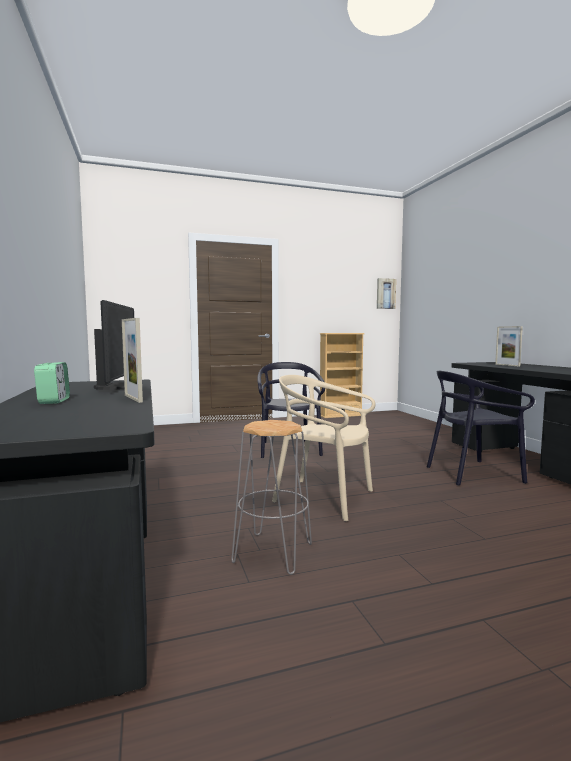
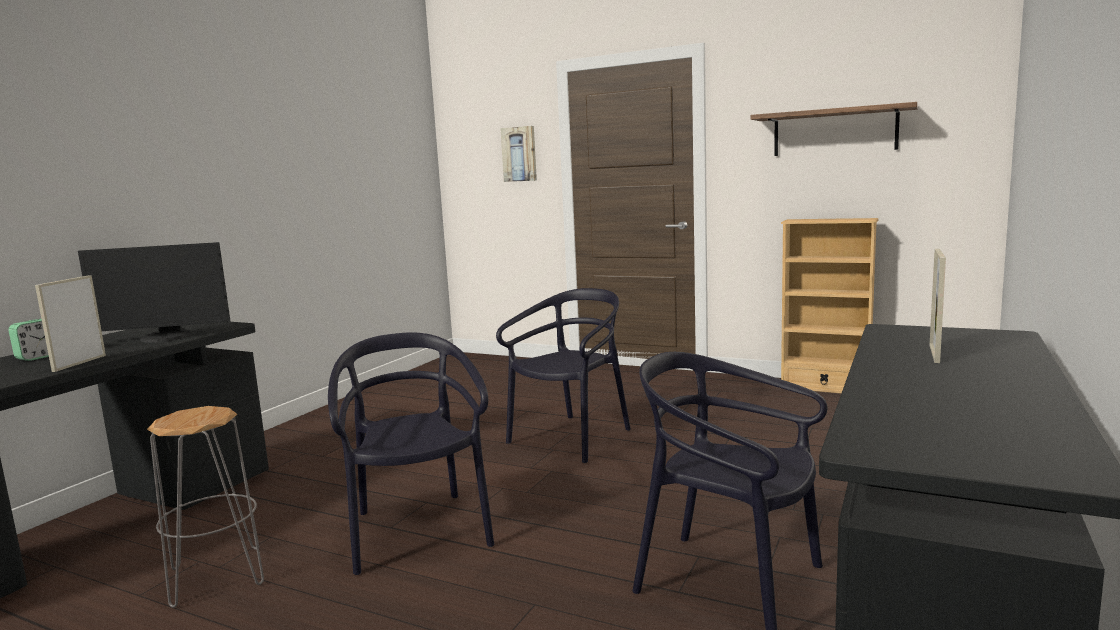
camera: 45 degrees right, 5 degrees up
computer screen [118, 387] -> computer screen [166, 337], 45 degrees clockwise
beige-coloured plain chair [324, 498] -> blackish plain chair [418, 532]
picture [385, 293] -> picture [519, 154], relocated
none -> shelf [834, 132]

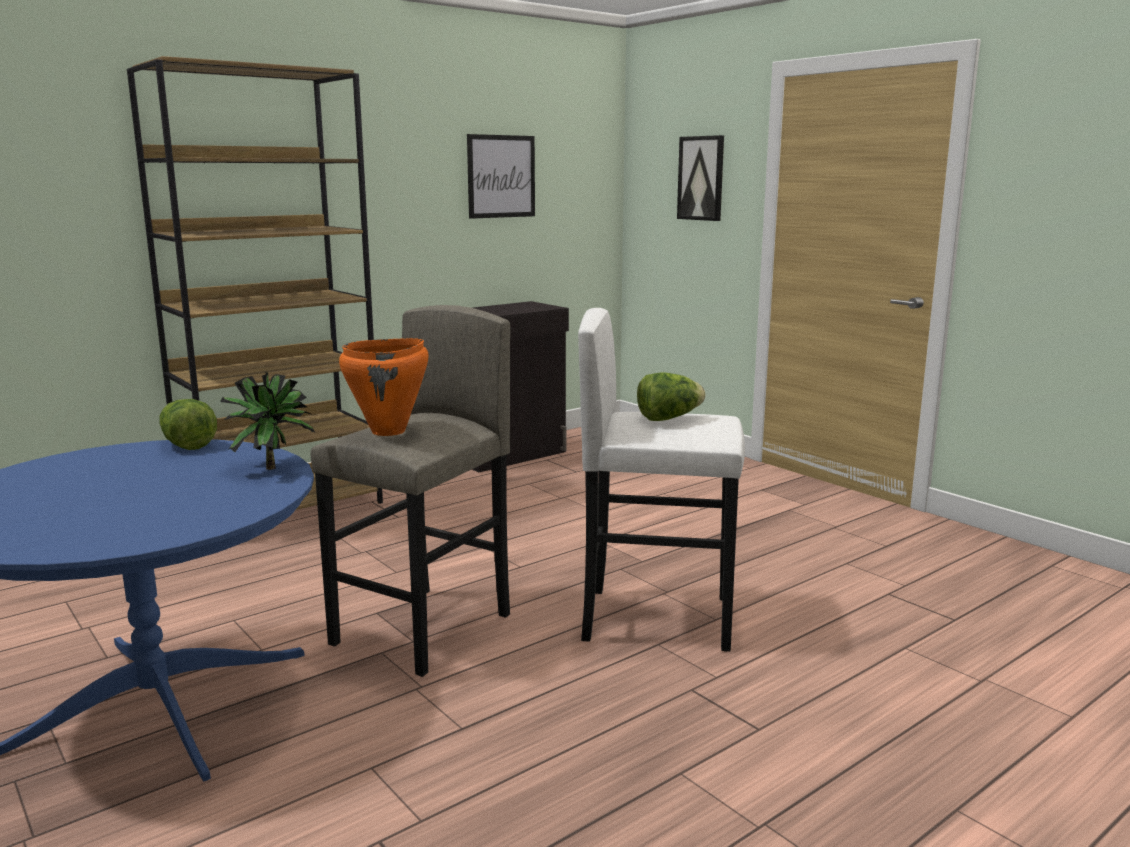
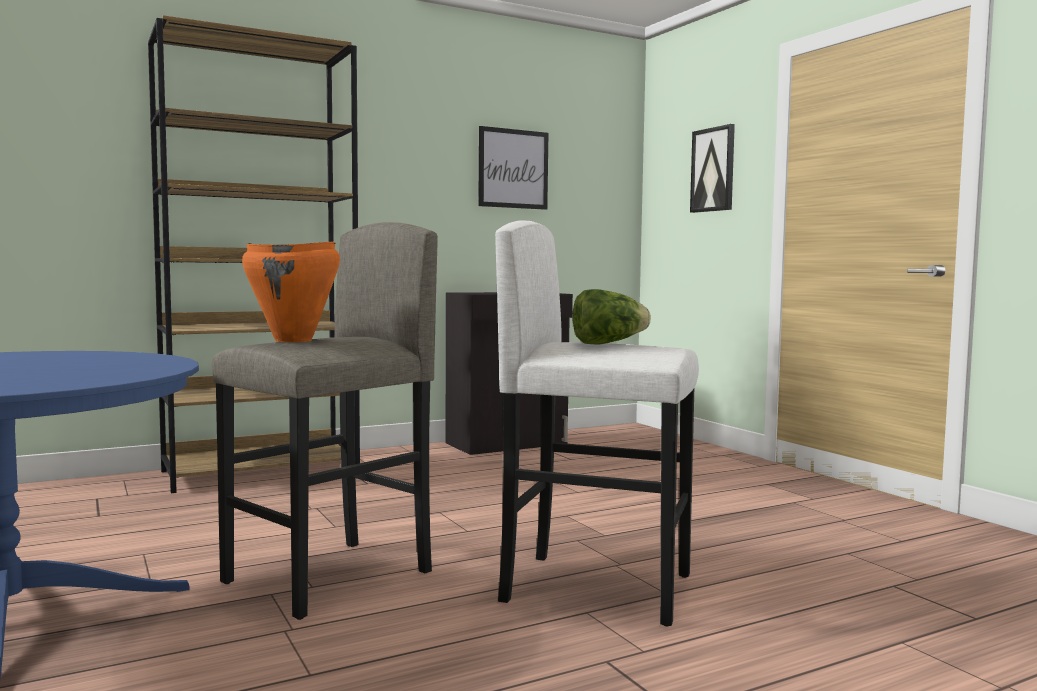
camera: 10 degrees right, 10 degrees down
lettuce head [187, 445] -> none
houseplant [272, 467] -> none

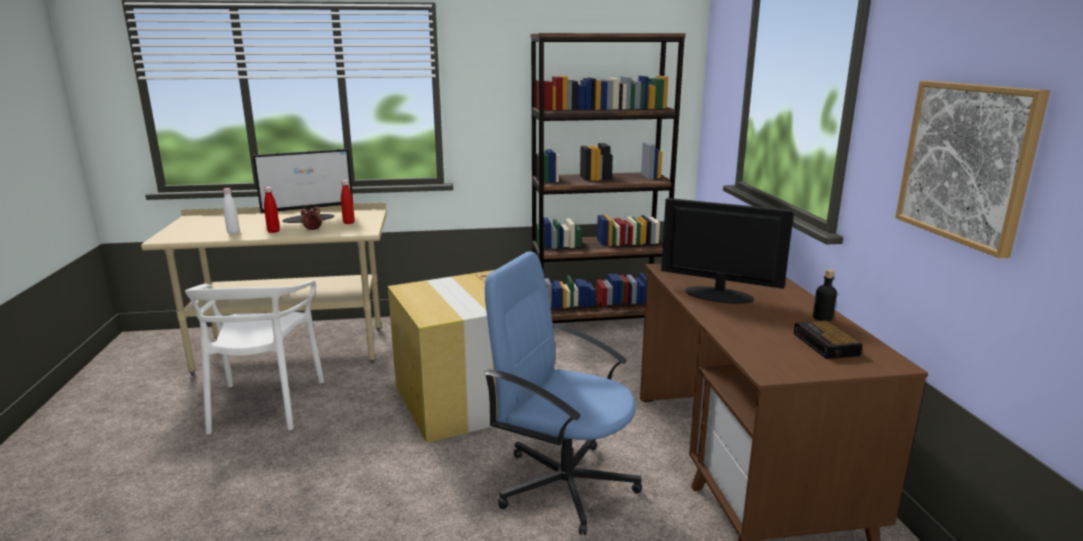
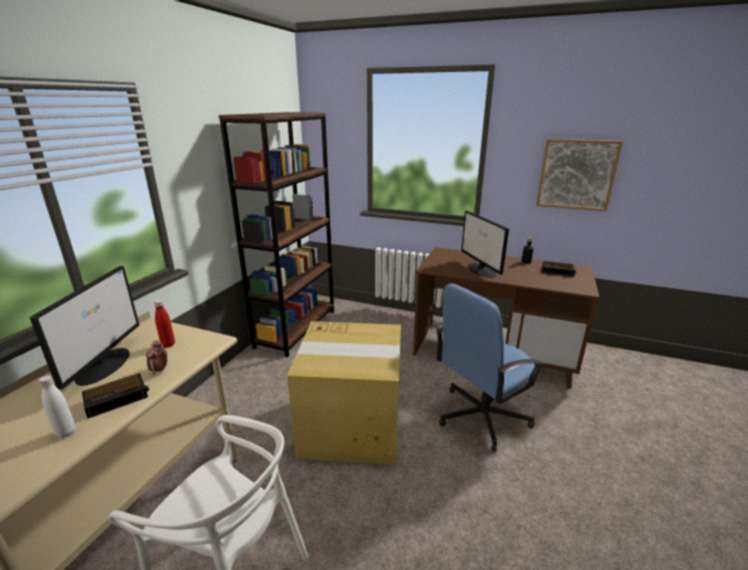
camera: 60 degrees left, 5 degrees up
red beverage bottle [273, 231] -> bedside clock [118, 398]
computer screen [717, 294] -> computer screen [481, 270], 75 degrees counterclockwise

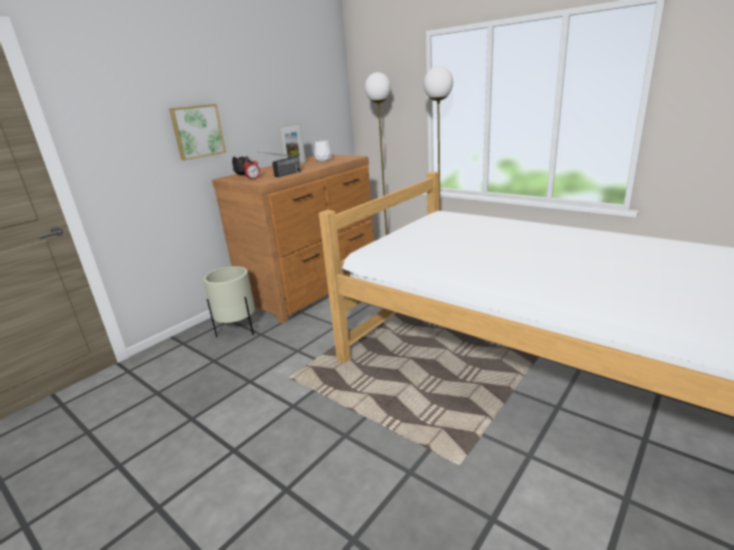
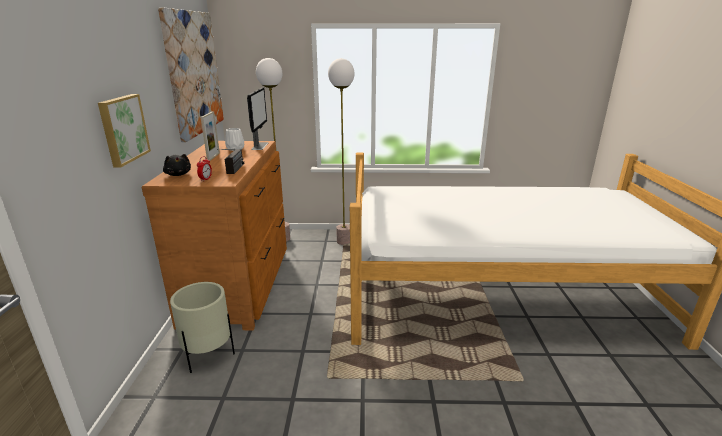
camera: 40 degrees left, 0 degrees up
none -> picture [194, 73]
none -> computer screen [260, 146]

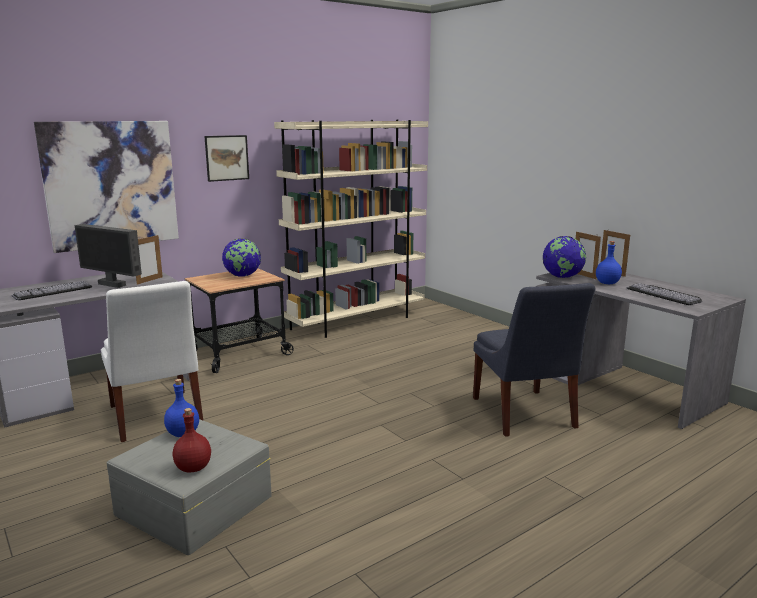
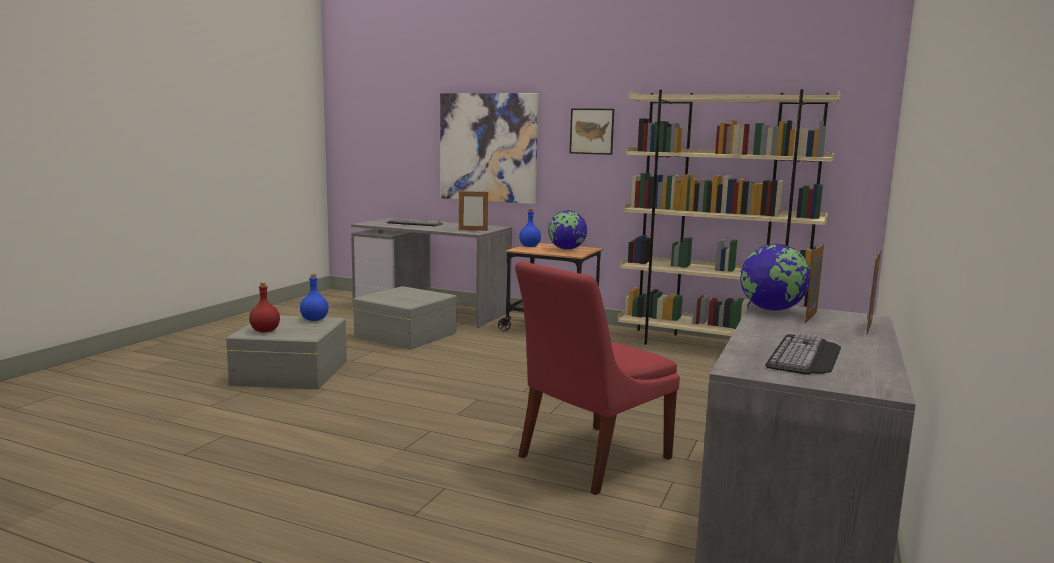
camera: 60 degrees right, 5 degrees down
computer screen [113, 284] -> none
white plain chair [155, 417] -> grey storage container [405, 334]
blue-coloured plain chair [524, 415] -> red plain chair [589, 459]
blue-coloured beverage bottle [607, 283] -> blue-coloured beverage bottle [529, 246], relocated

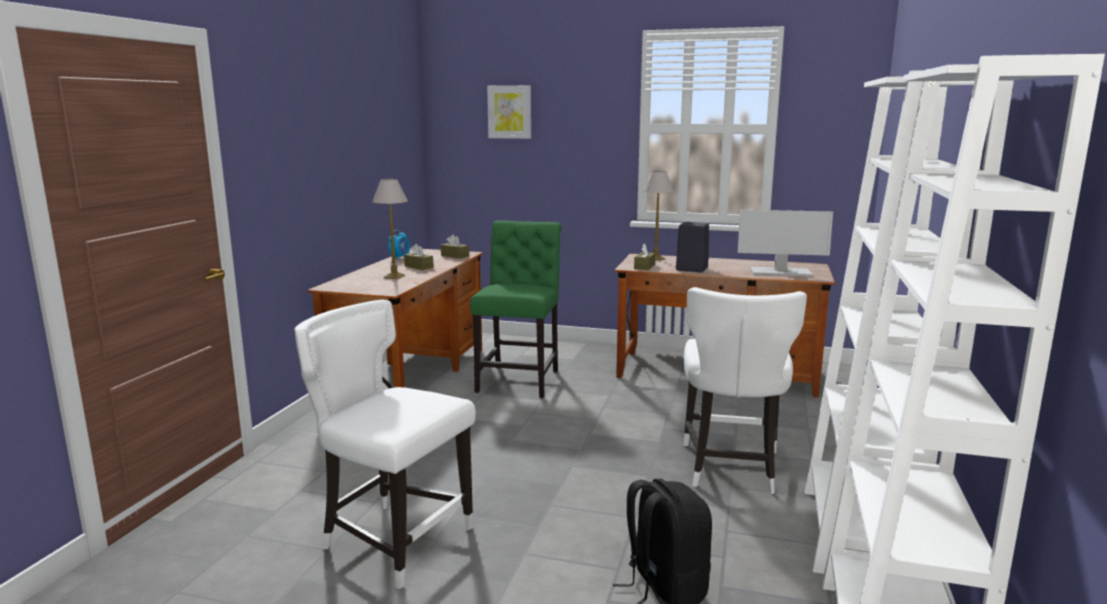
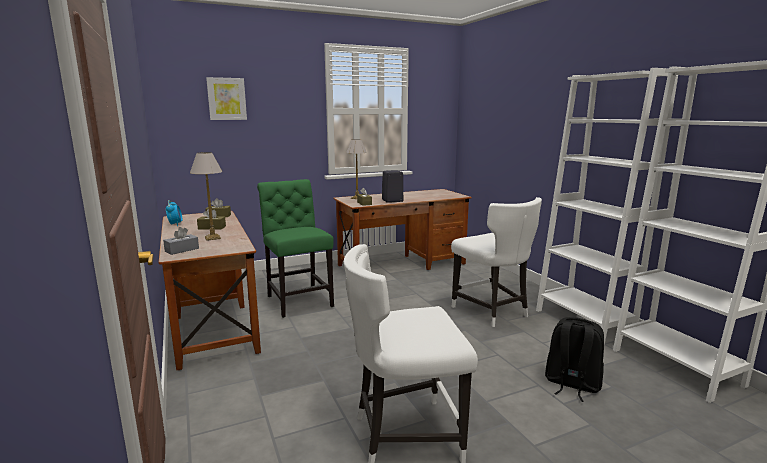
camera: 40 degrees left, 0 degrees up
computer screen [780, 272] -> none
none -> grey tissue holder [182, 250]

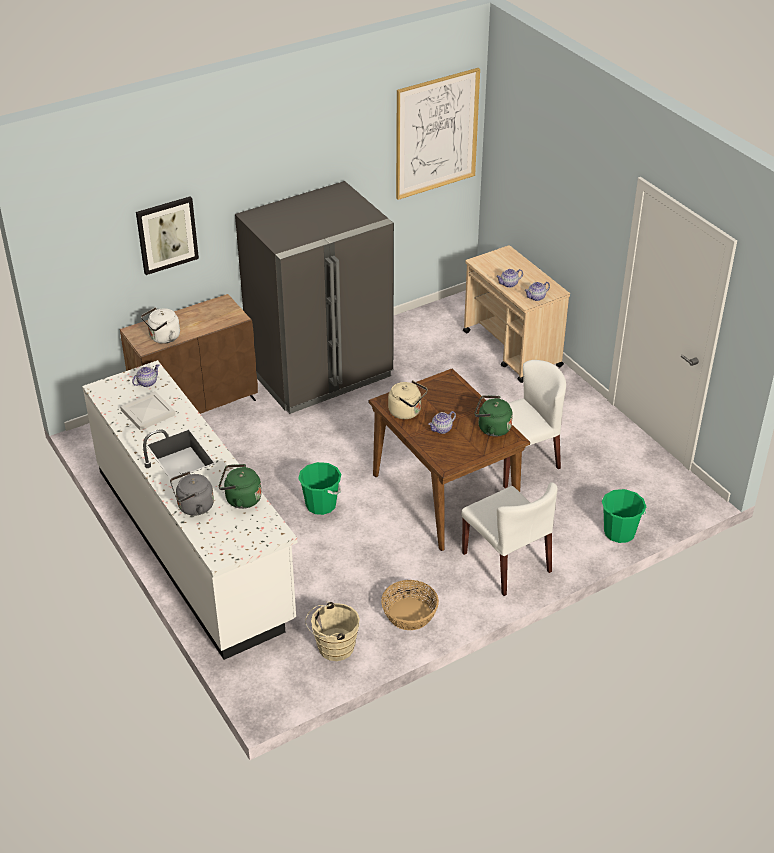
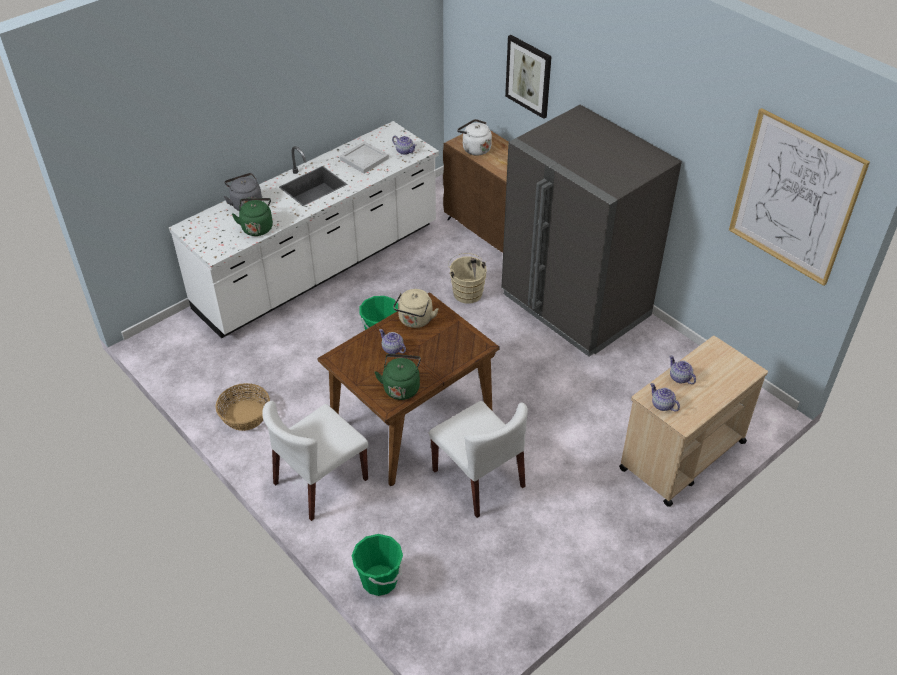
camera: 80 degrees right, 5 degrees up
beige-coloured water bucket [333, 647] -> beige-coloured water bucket [467, 292], relocated

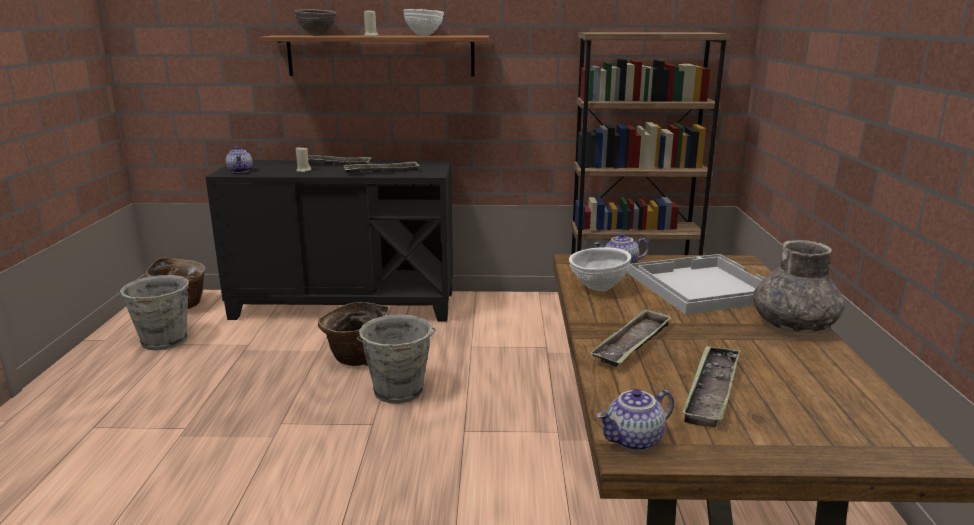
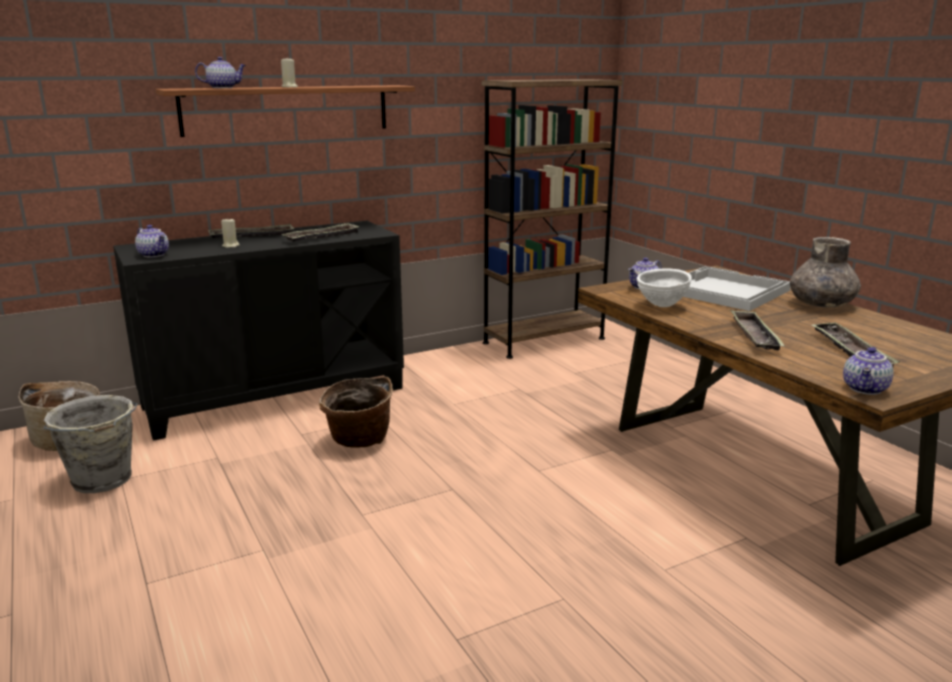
camera: 30 degrees left, 0 degrees up
brownish bowl [317, 35] -> tea pot [223, 88]
grey water bucket [399, 392] -> none
white bowl [424, 35] -> none

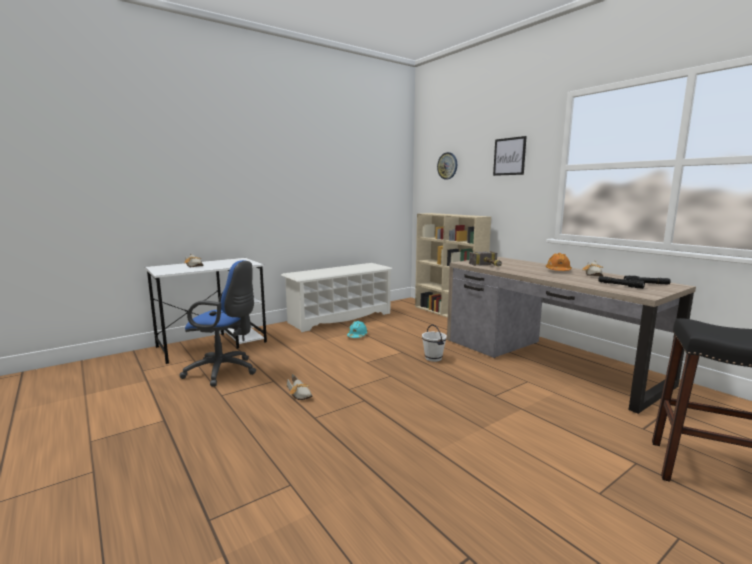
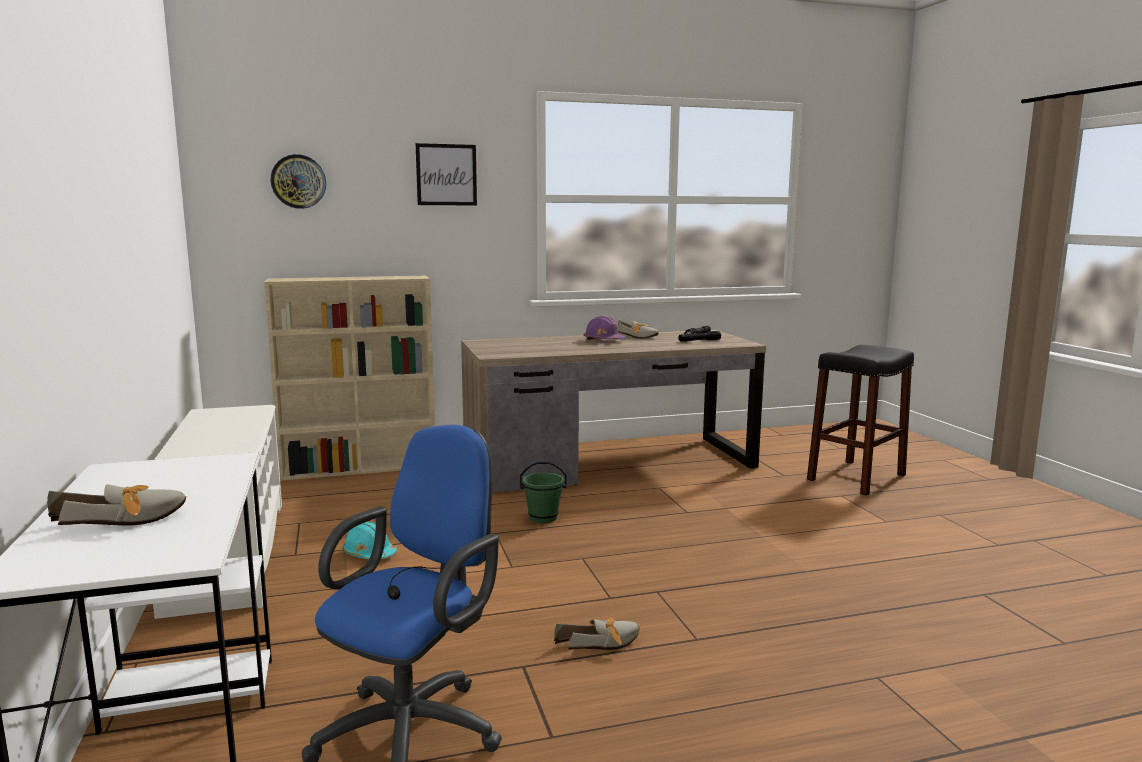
camera: 70 degrees left, 0 degrees up
white water bucket [433, 358] -> greenish water bucket [543, 518]
hammer [489, 266] -> none
orangey hard hat [558, 271] -> purple hard hat [603, 340]

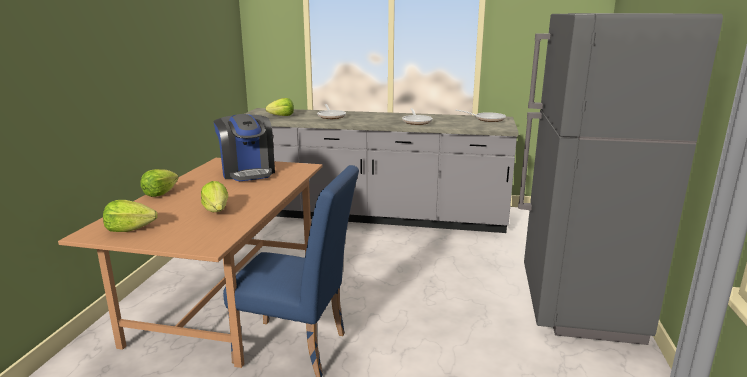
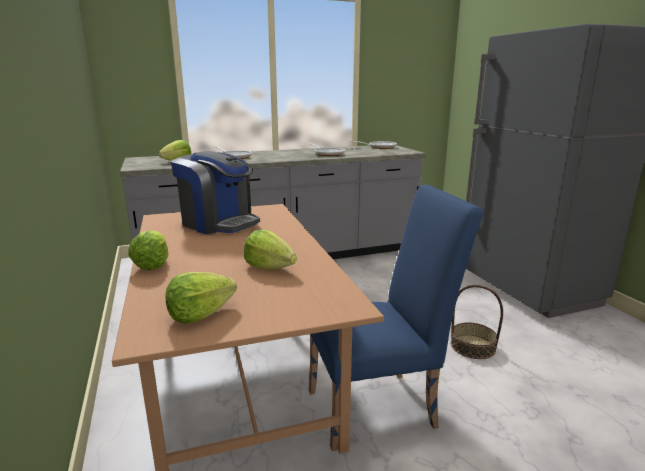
camera: 30 degrees left, 0 degrees up
none -> basket [473, 346]

